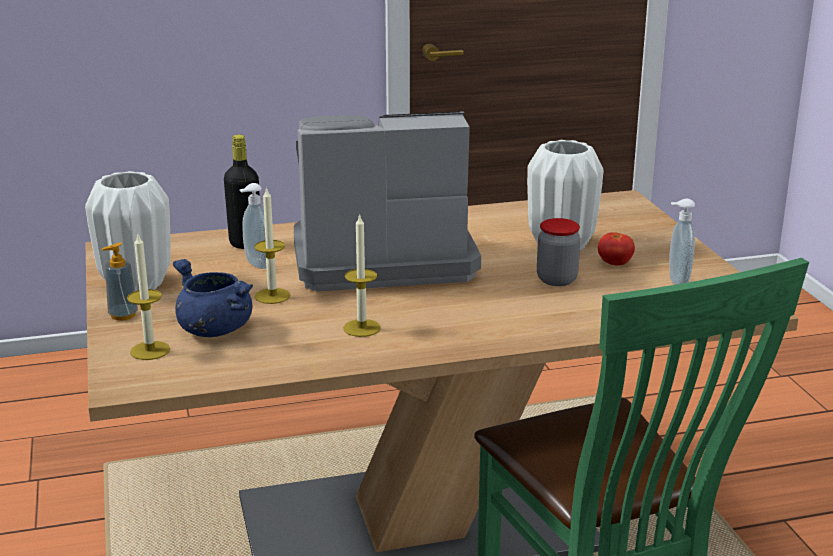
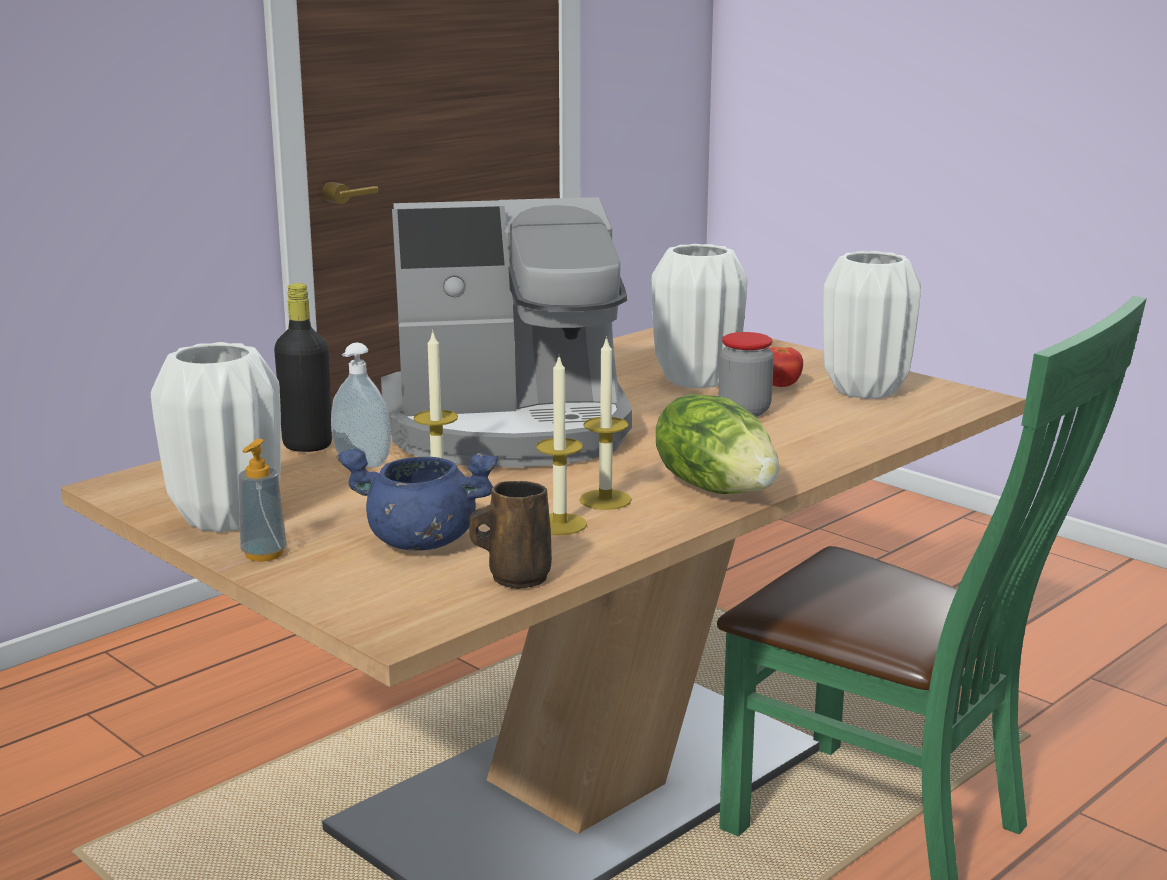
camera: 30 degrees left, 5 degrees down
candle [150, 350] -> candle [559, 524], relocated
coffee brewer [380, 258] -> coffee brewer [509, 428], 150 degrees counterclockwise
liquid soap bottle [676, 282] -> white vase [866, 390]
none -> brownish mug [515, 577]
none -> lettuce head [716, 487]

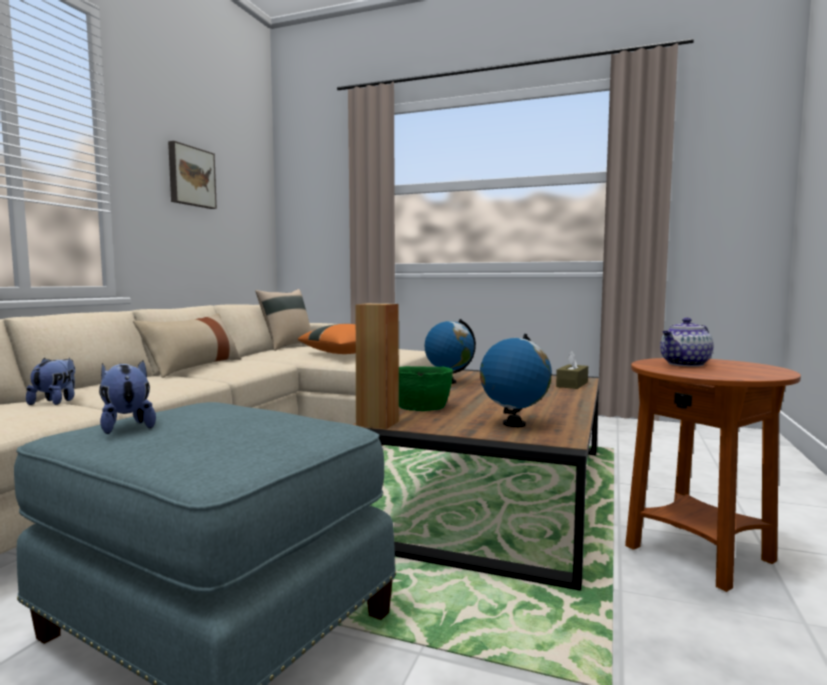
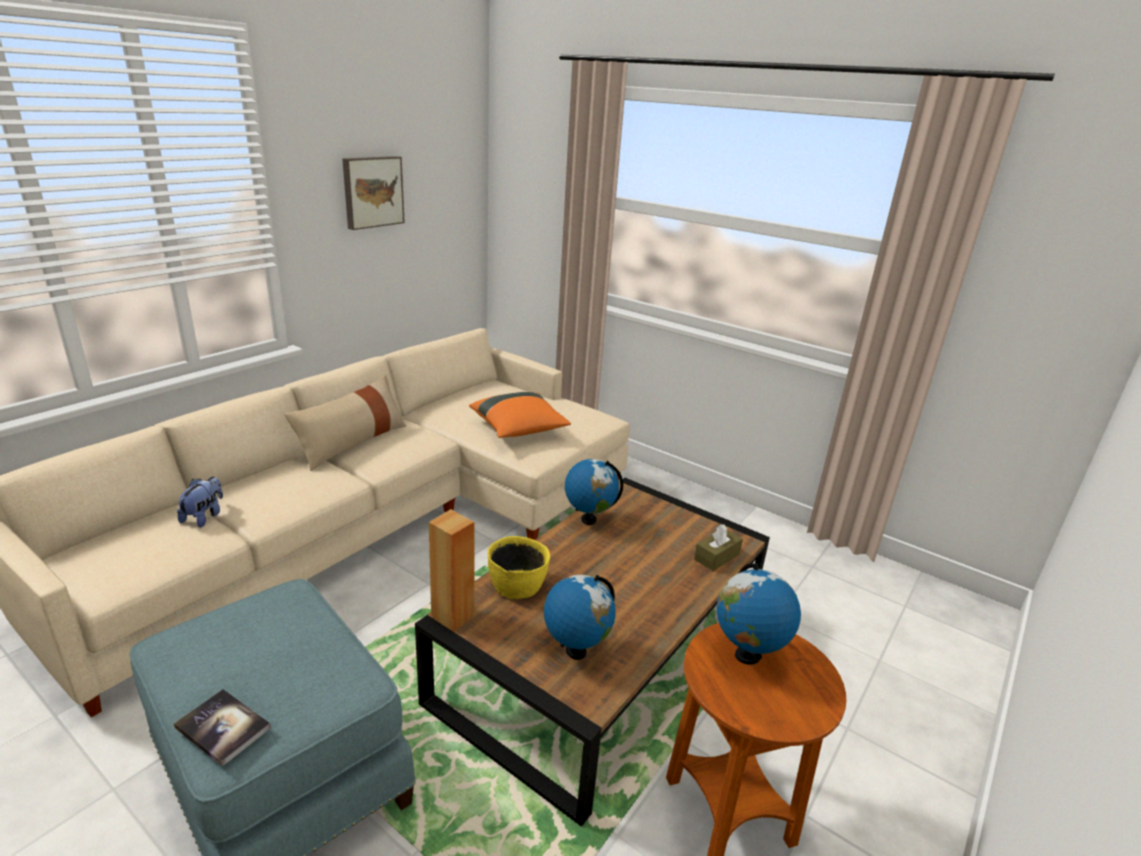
camera: 15 degrees right, 20 degrees up
cuddly toy [126, 426] -> none
beige-coloured pillow [287, 346] -> none
greenish bowl [421, 407] -> yellow-coloured bowl [517, 584]
tea pot [685, 364] -> world globe [747, 656]
none -> book [223, 728]

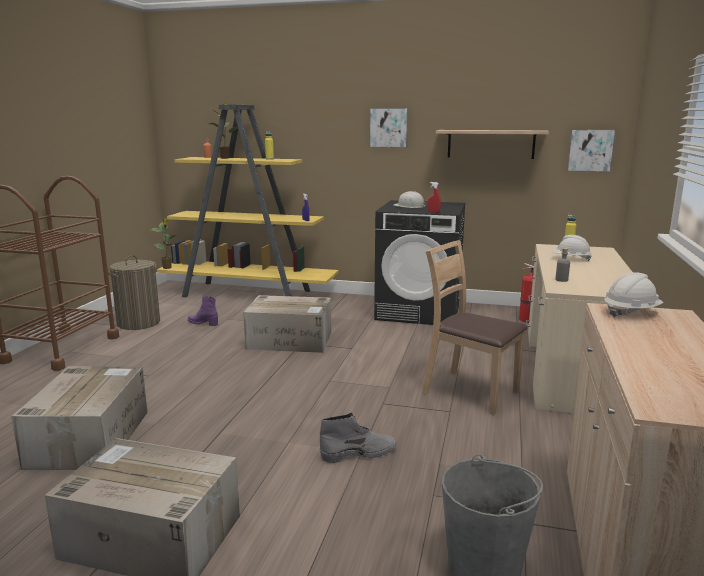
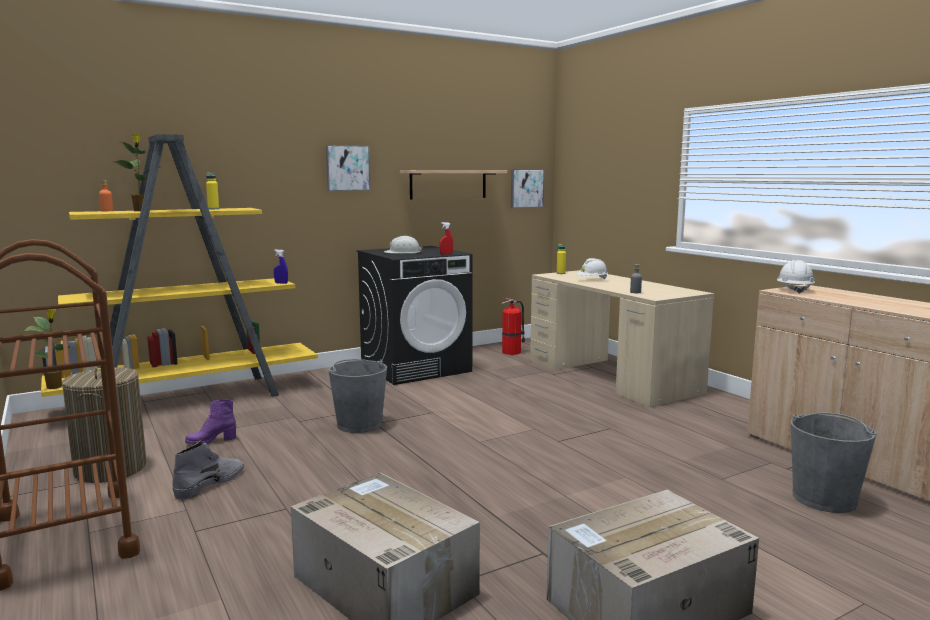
camera: 45 degrees left, 5 degrees down
carton [291, 340] -> grey water bucket [359, 424]
grey tall boot [359, 453] -> grey tall boot [210, 483], relocated
brownish plain chair [469, 392] -> none

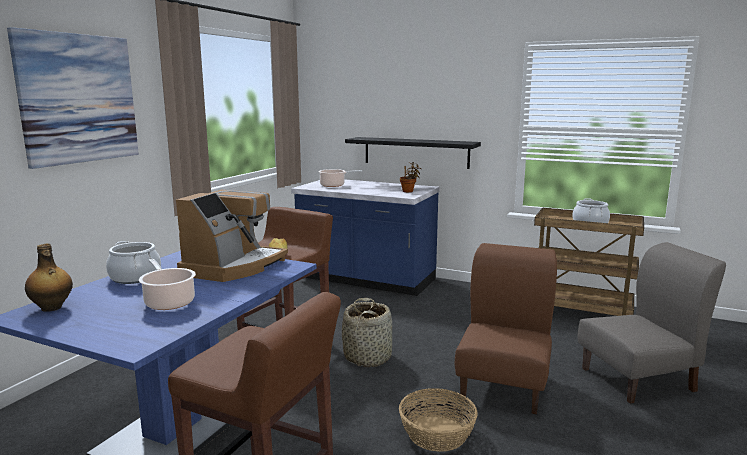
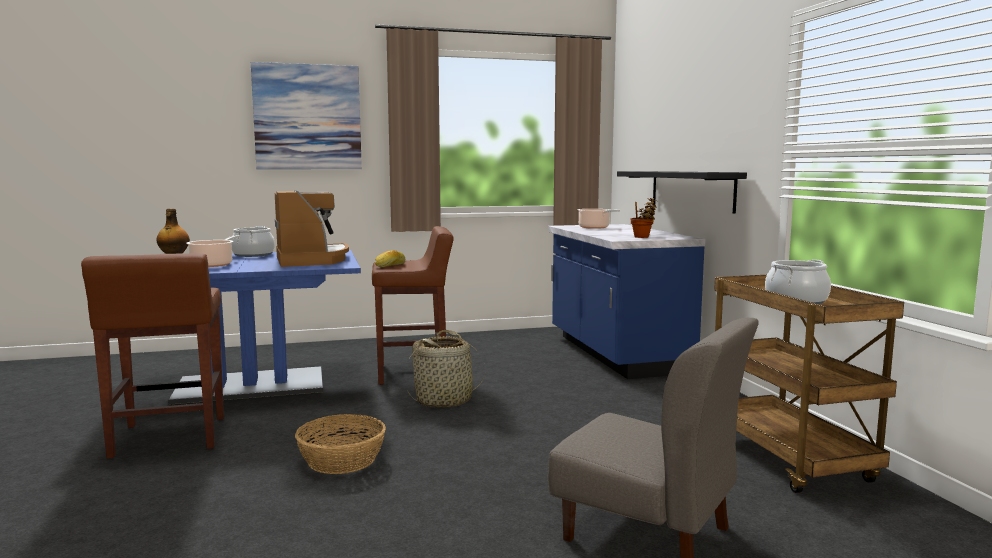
camera: 50 degrees right, 5 degrees down
coffee brewer [233, 267] -> coffee brewer [312, 260], 90 degrees counterclockwise
brownish plain chair [504, 386] -> none

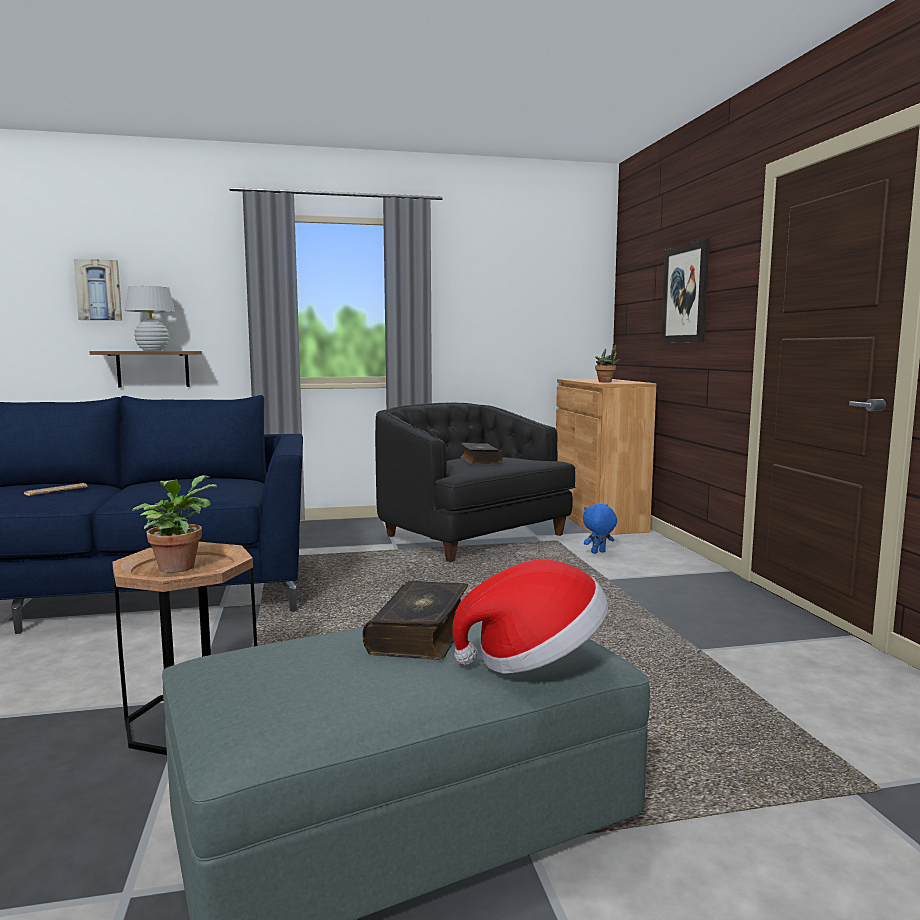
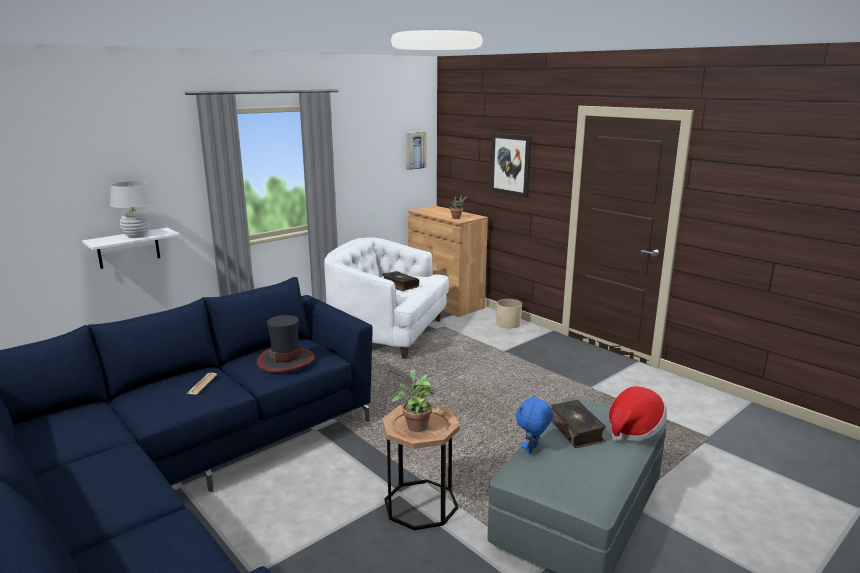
camera: 30 degrees left, 10 degrees up
picture [99, 290] -> picture [415, 150], relocated
brownish shelf [153, 369] -> white shelf [128, 248]
blackish easy chair [470, 536] -> white easy chair [389, 333]
blue-coloured cuddly toy [598, 552] -> blue-coloured cuddly toy [532, 450], relocated
none -> clothing hat [286, 360]
none -> beige-coloured planter [508, 324]

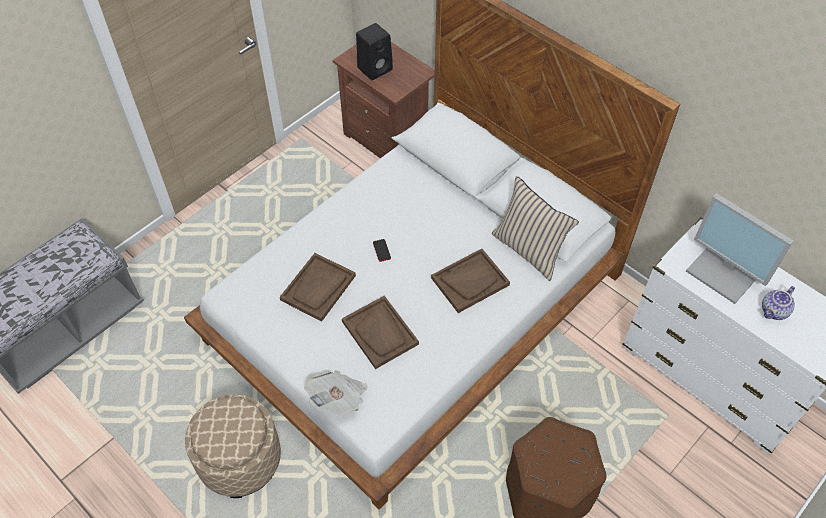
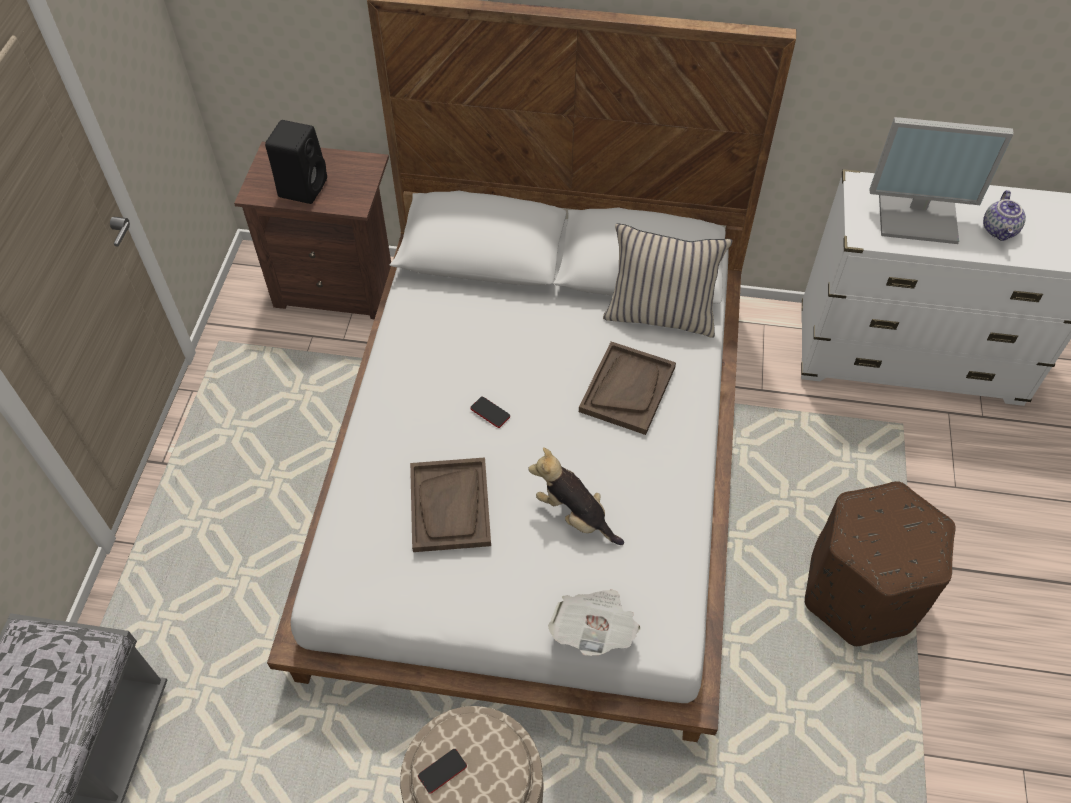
camera: 35 degrees left, 0 degrees up
brownish tray [380, 333] -> cuddly toy [575, 515]
none -> handset [442, 771]

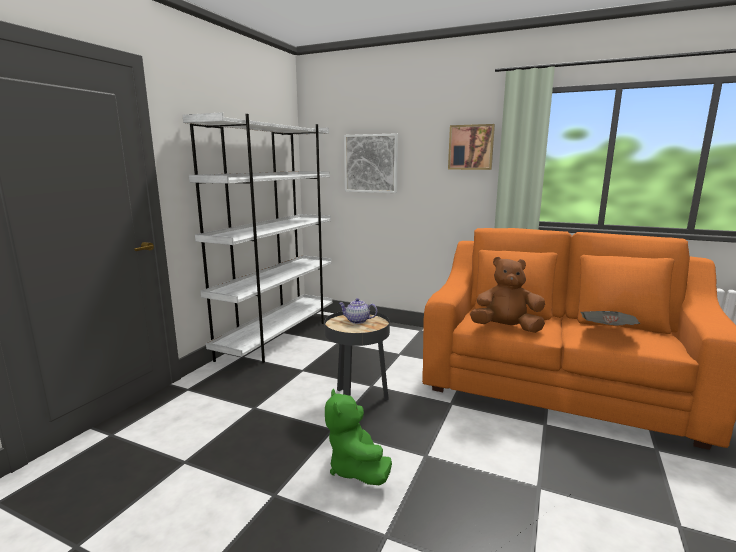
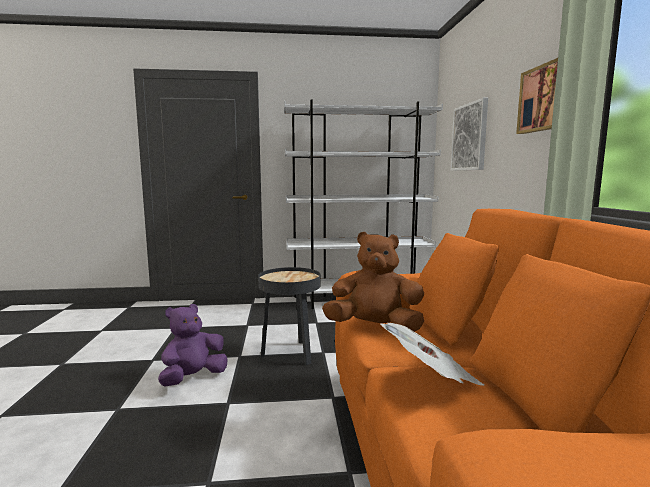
camera: 60 degrees right, 5 degrees down
greenish cuddly toy [356, 468] -> purple cuddly toy [193, 378]
tea pot [357, 321] -> none
brownish cuddly toy [506, 328] -> brownish cuddly toy [375, 328], 60 degrees counterclockwise

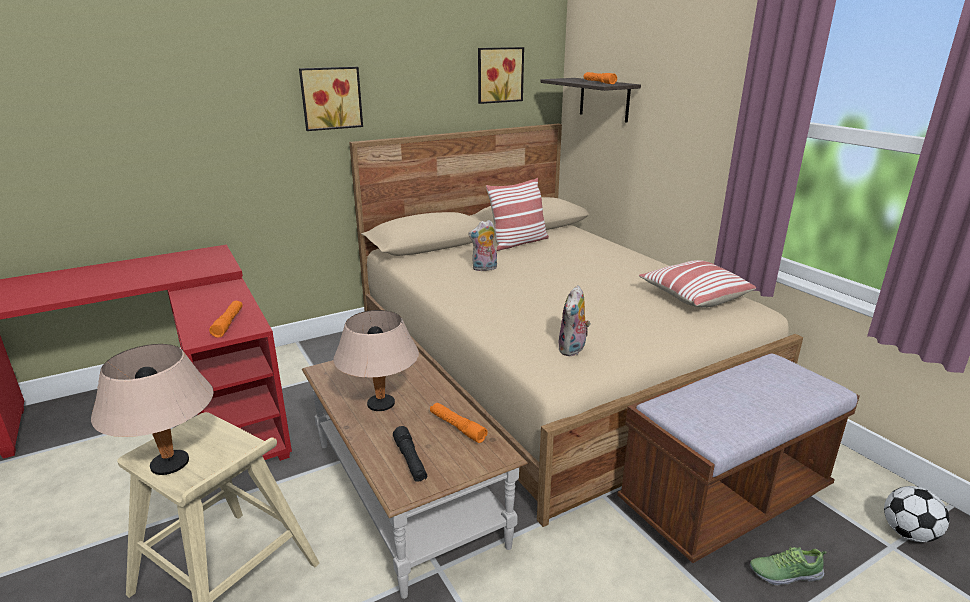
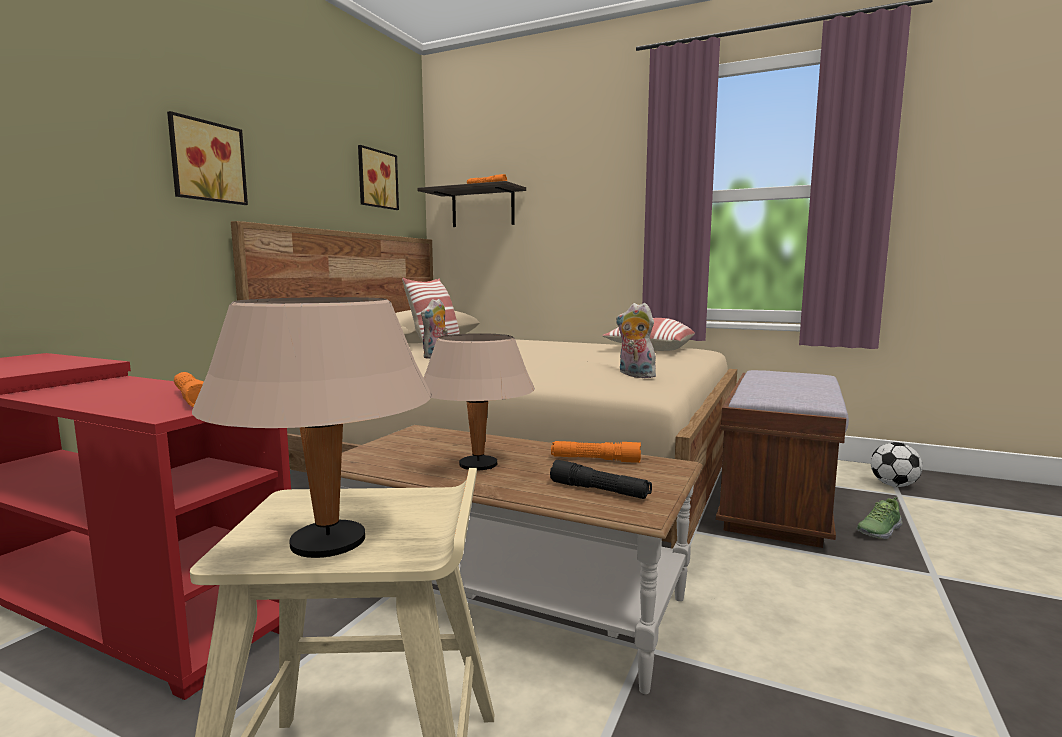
camera: 35 degrees left, 15 degrees down
cuddly toy [573, 350] -> cuddly toy [634, 376], 135 degrees clockwise

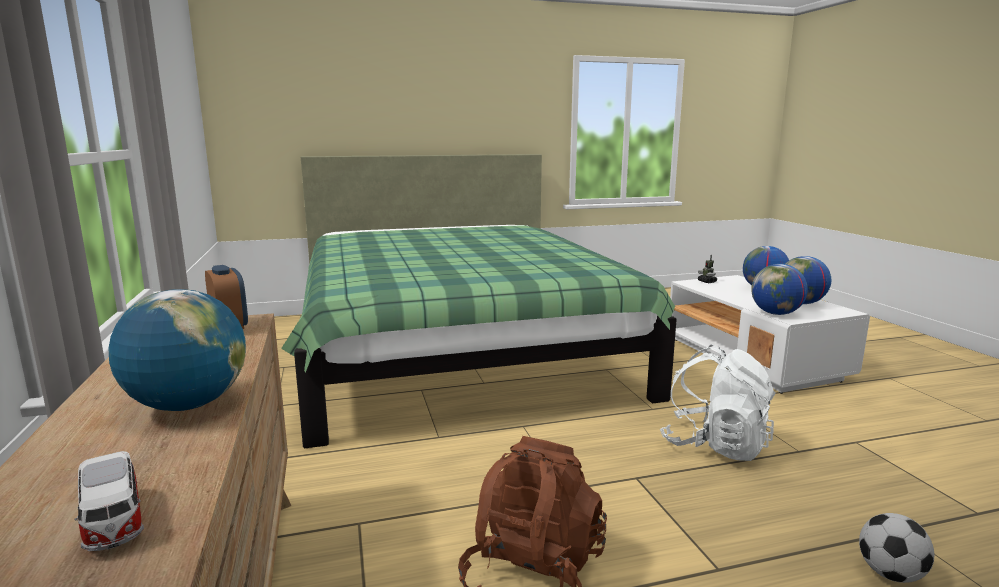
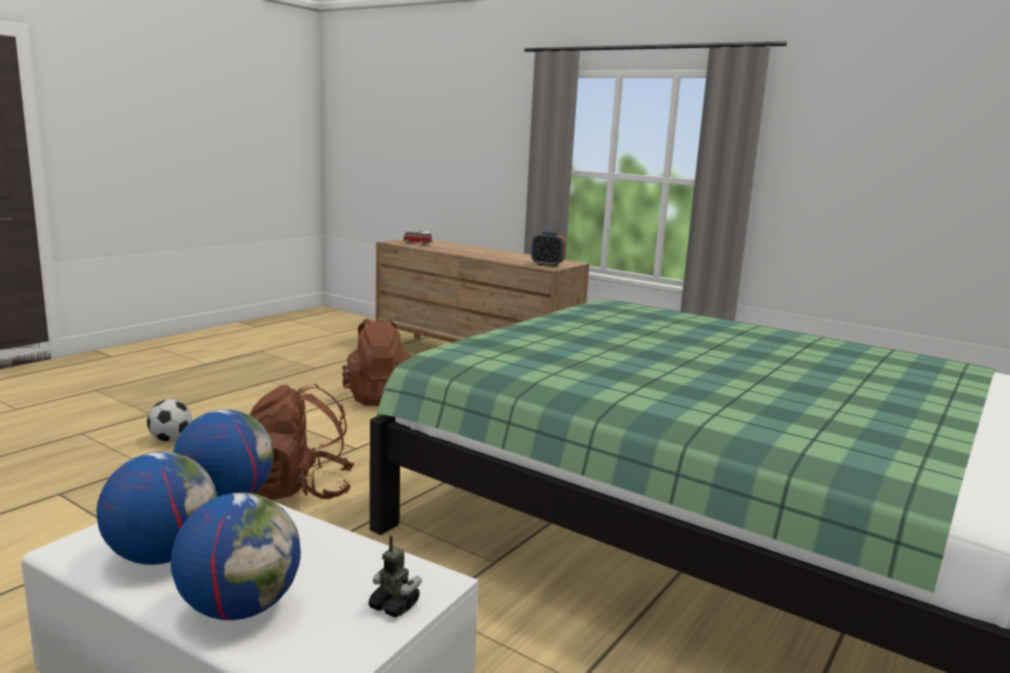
camera: 140 degrees right, 0 degrees up
world globe [188, 405] -> none
white backpack [715, 445] -> brownish backpack [298, 490]

